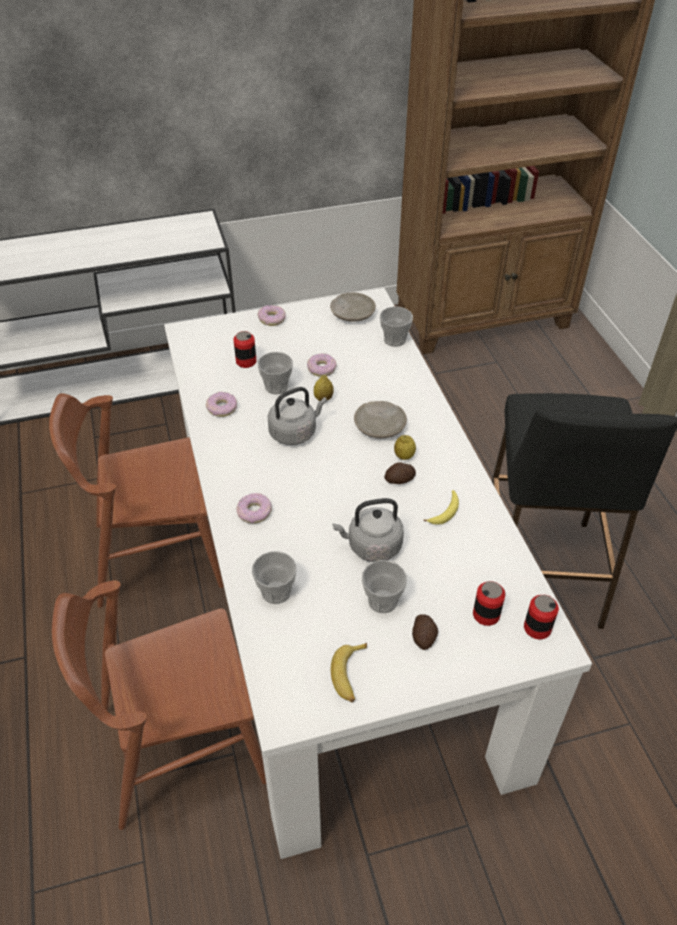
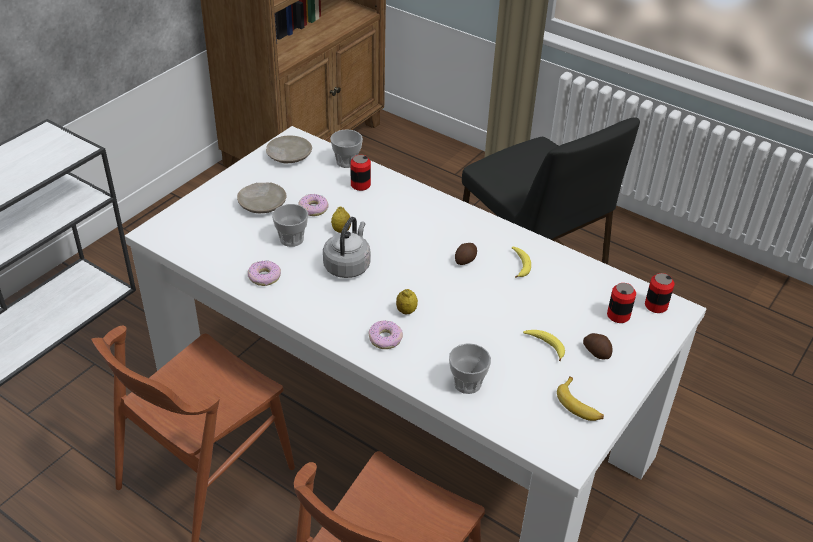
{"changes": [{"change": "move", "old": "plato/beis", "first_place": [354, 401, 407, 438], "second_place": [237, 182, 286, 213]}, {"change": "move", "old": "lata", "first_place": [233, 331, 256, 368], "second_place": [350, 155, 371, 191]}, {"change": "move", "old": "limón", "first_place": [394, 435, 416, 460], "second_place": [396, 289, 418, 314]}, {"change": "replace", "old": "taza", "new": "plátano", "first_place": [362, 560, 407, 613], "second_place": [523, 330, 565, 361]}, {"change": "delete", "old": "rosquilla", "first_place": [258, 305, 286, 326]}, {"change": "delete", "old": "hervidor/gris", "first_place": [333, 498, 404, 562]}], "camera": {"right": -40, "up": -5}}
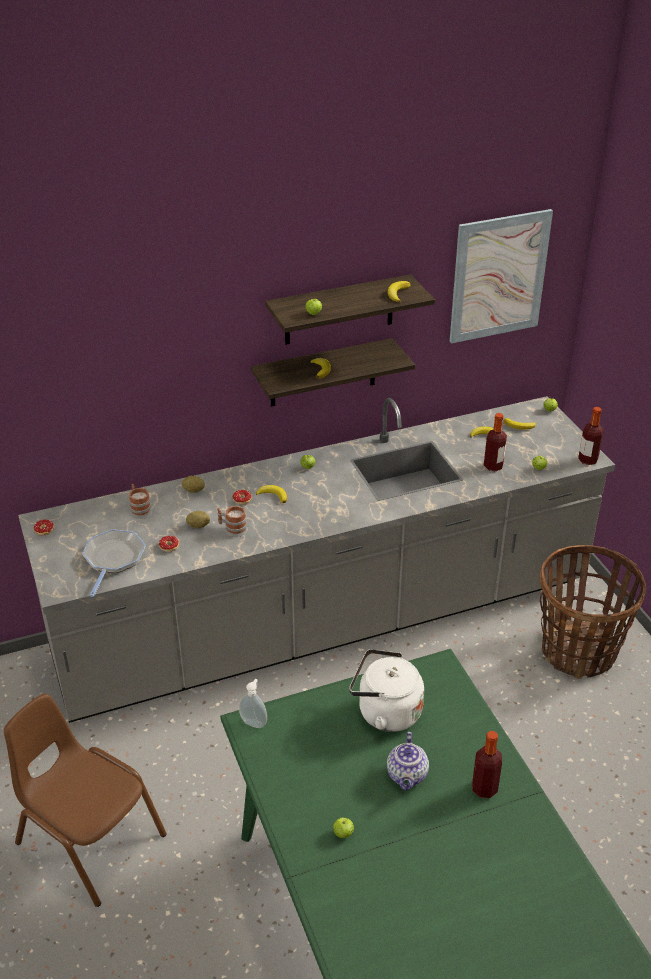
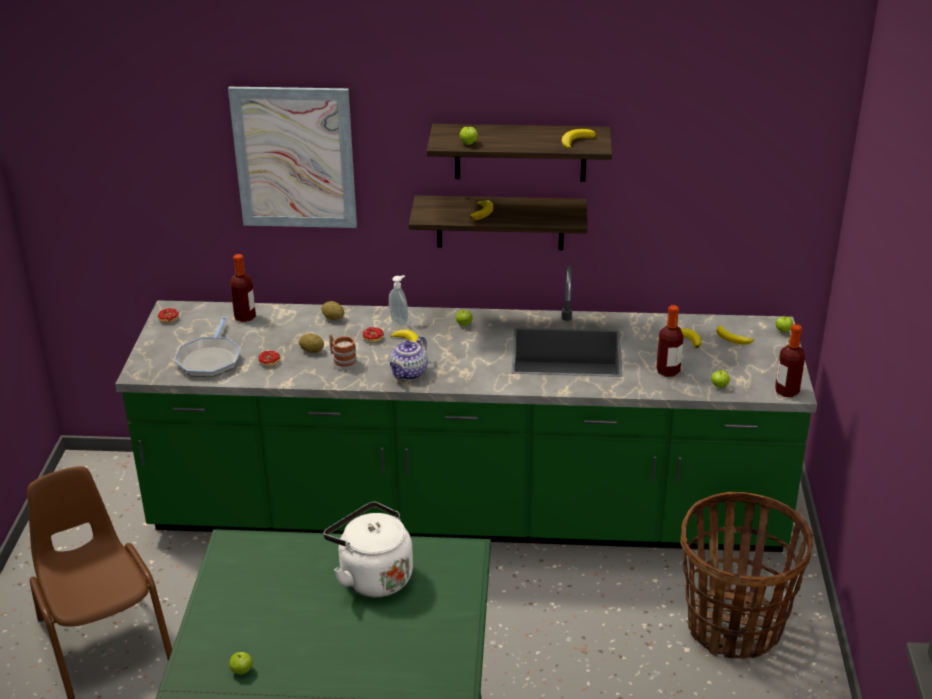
{"changes": [{"change": "recolor", "old": "mueble bajo de cocina/gris", "new": "mueble bajo de cocina/verde", "first_place": [18, 396, 615, 723], "second_place": [115, 266, 817, 552]}, {"change": "rotate", "old": "sartén", "first_place": [82, 529, 146, 597], "second_place": [174, 317, 241, 377], "degrees": 150}, {"change": "move", "old": "cuadro", "first_place": [450, 209, 553, 343], "second_place": [228, 87, 357, 228]}, {"change": "move", "old": "botella", "first_place": [472, 731, 502, 798], "second_place": [230, 254, 256, 322]}, {"change": "move", "old": "dispensador de jabón", "first_place": [239, 679, 267, 728], "second_place": [389, 275, 408, 325]}, {"change": "move", "old": "tetera", "first_place": [387, 732, 429, 791], "second_place": [390, 336, 428, 380]}, {"change": "delete", "old": "taza grande", "first_place": [129, 484, 152, 519]}], "camera": {"right": 25, "up": -5}}
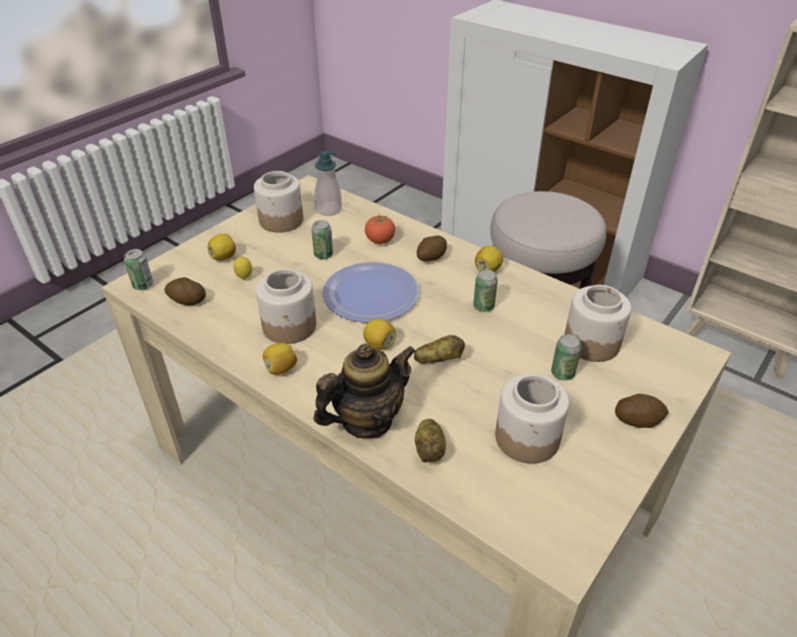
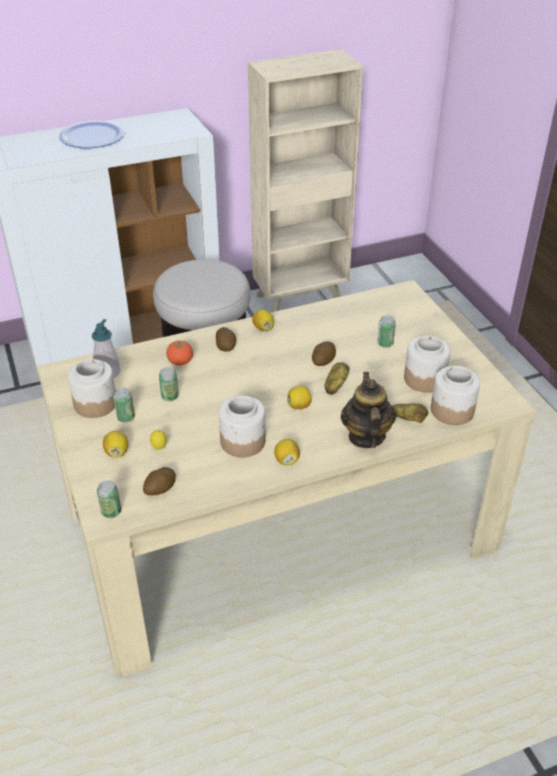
{"changes": [{"change": "move", "old": "plato", "first_place": [322, 262, 420, 322], "second_place": [59, 121, 125, 148]}, {"change": "move", "old": "lata", "first_place": [473, 270, 498, 312], "second_place": [113, 388, 135, 422]}, {"change": "move", "old": "patata", "first_place": [615, 394, 668, 428], "second_place": [312, 341, 336, 366]}, {"change": "move", "old": "tarro", "first_place": [564, 285, 631, 362], "second_place": [431, 366, 480, 425]}], "camera": {"right": -60, "up": 0}}
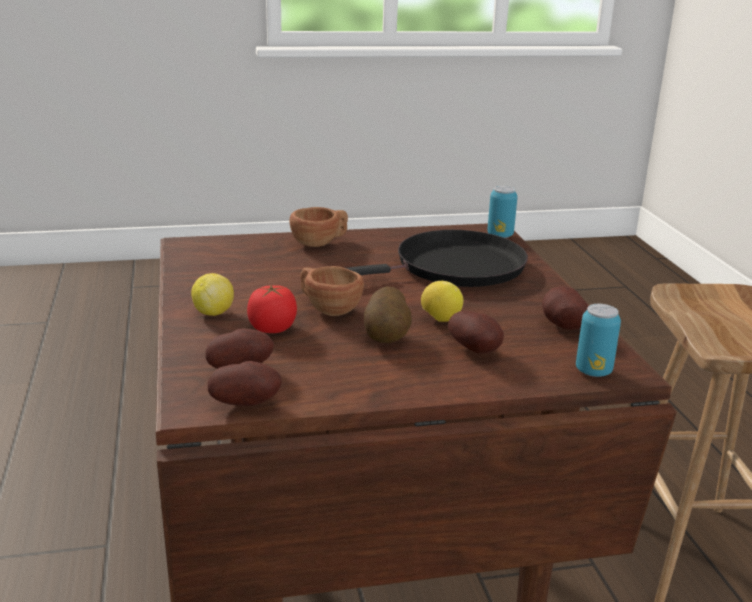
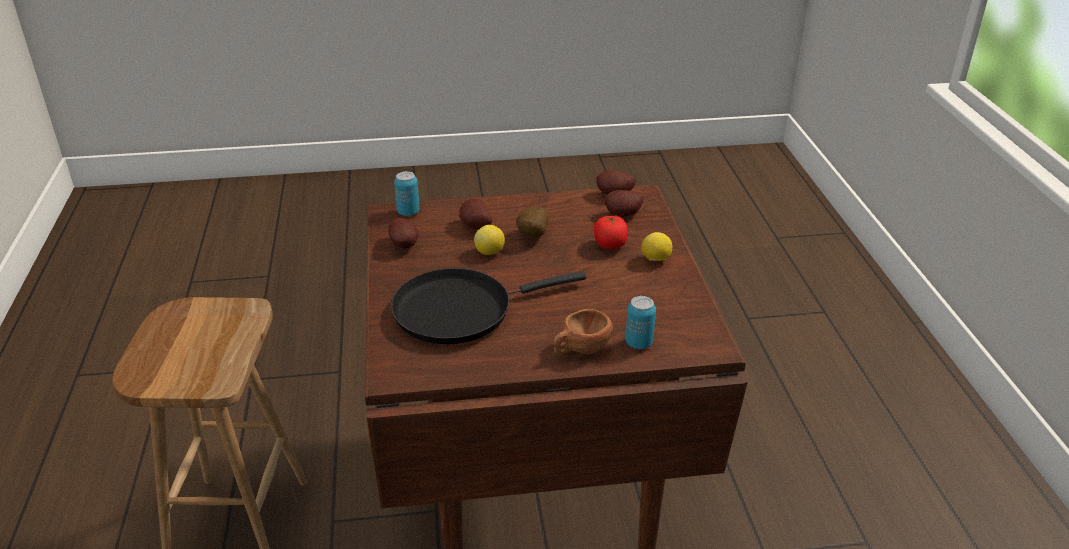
{"changes": [{"change": "move", "old": "lata", "first_place": [487, 186, 518, 238], "second_place": [626, 296, 656, 349]}, {"change": "delete", "old": "taza/marrón", "first_place": [300, 266, 364, 316]}], "camera": {"right": -175, "up": 10}}
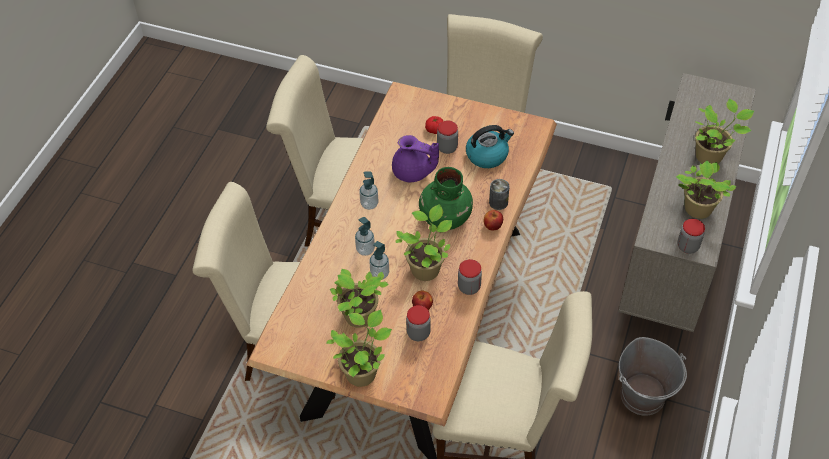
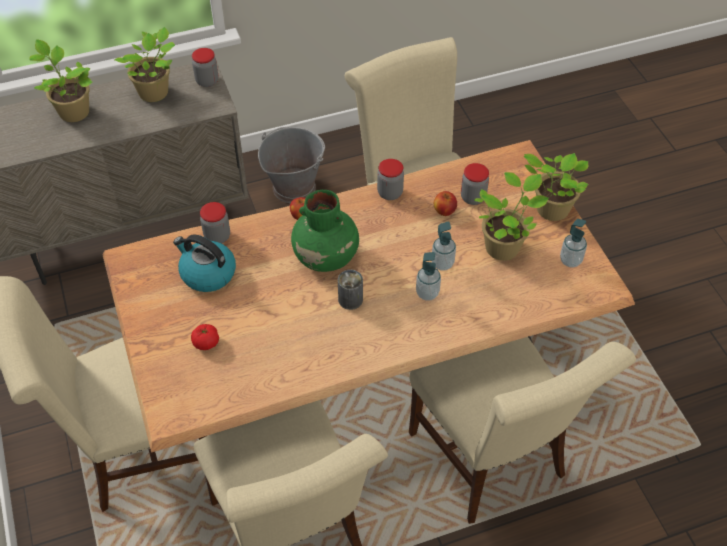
{"changes": [{"change": "move", "old": "tarro", "first_place": [437, 120, 458, 154], "second_place": [200, 202, 230, 244]}, {"change": "move", "old": "lata", "first_place": [489, 179, 510, 210], "second_place": [338, 270, 363, 310]}, {"change": "move", "old": "dispensador de jabón", "first_place": [359, 172, 379, 210], "second_place": [560, 219, 587, 267]}, {"change": "delete", "old": "tetera/morado", "first_place": [392, 135, 439, 182]}, {"change": "delete", "old": "planta en maceta", "first_place": [395, 204, 452, 281]}], "camera": {"right": -130, "up": 0}}
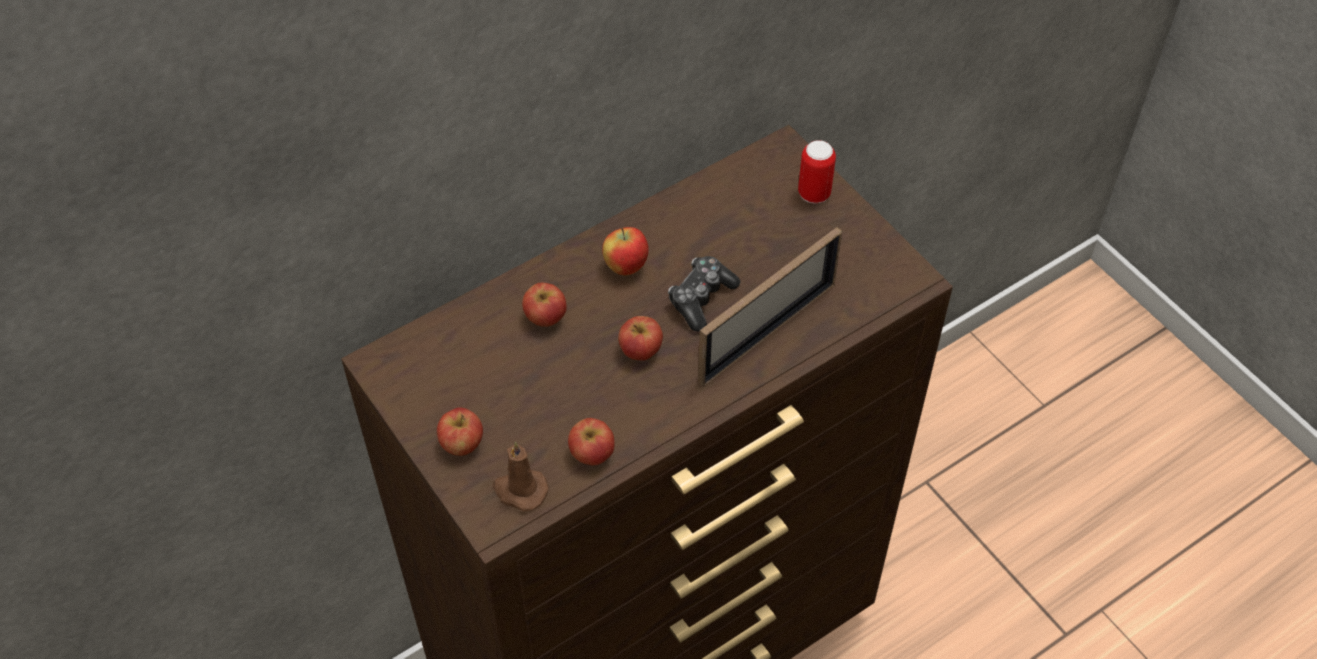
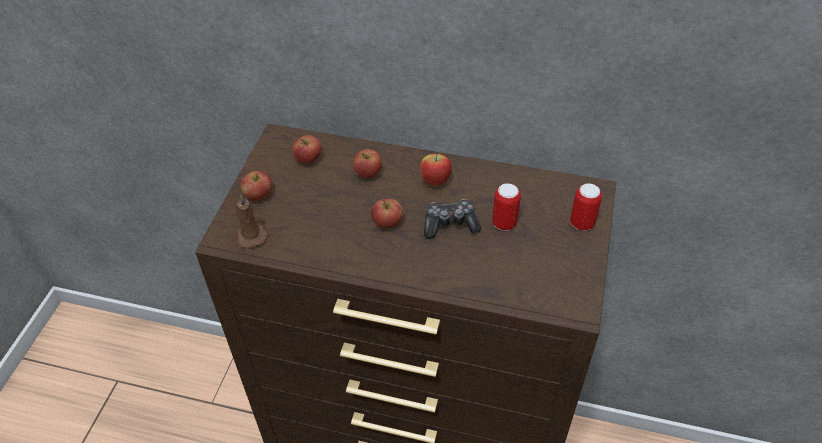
{"changes": [{"change": "move", "old": "manzana", "first_place": [568, 418, 615, 465], "second_place": [292, 135, 321, 164]}, {"change": "insert", "new": "lata", "second_place": [492, 183, 521, 231]}, {"change": "delete", "old": "portarretratos", "first_place": [698, 227, 842, 387]}], "camera": {"right": 50, "up": -5}}
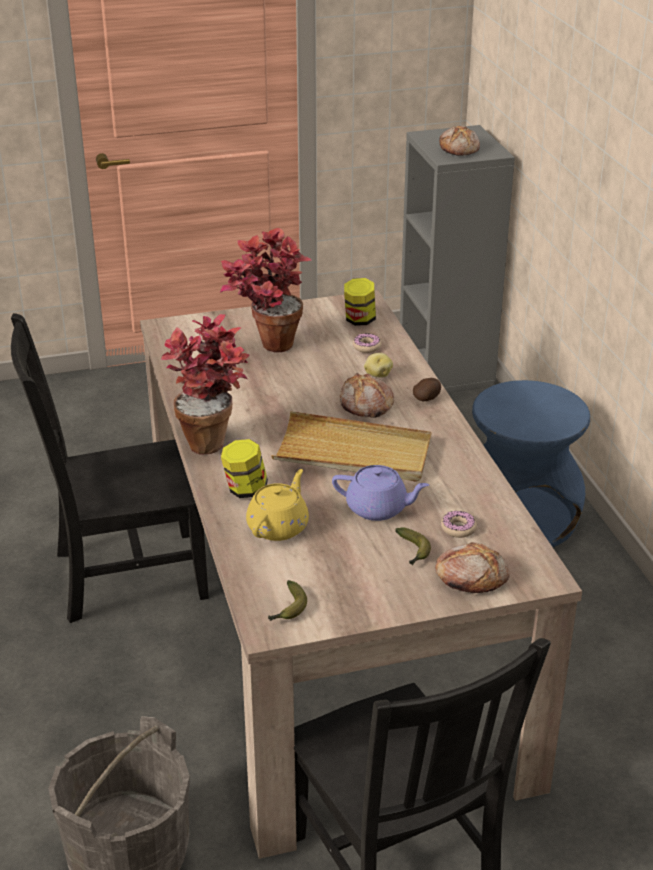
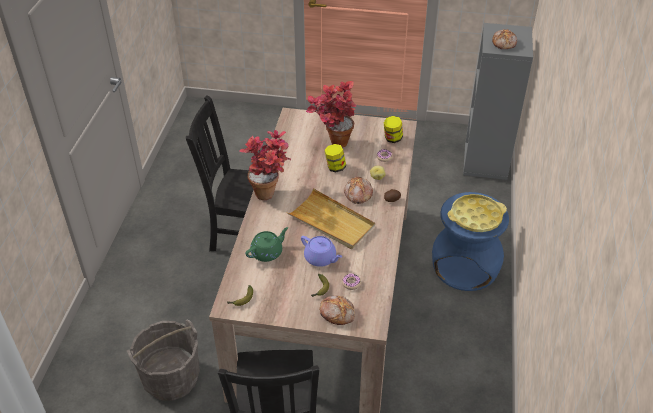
{"changes": [{"change": "recolor", "old": "tetera/amarillo", "new": "tetera/verde", "first_place": [246, 469, 309, 541], "second_place": [245, 227, 288, 262]}, {"change": "move", "old": "tarro", "first_place": [221, 439, 268, 498], "second_place": [324, 144, 346, 172]}, {"change": "insert", "new": "bandeja/amarillo", "second_place": [447, 194, 507, 232]}], "camera": {"right": 25, "up": 10}}
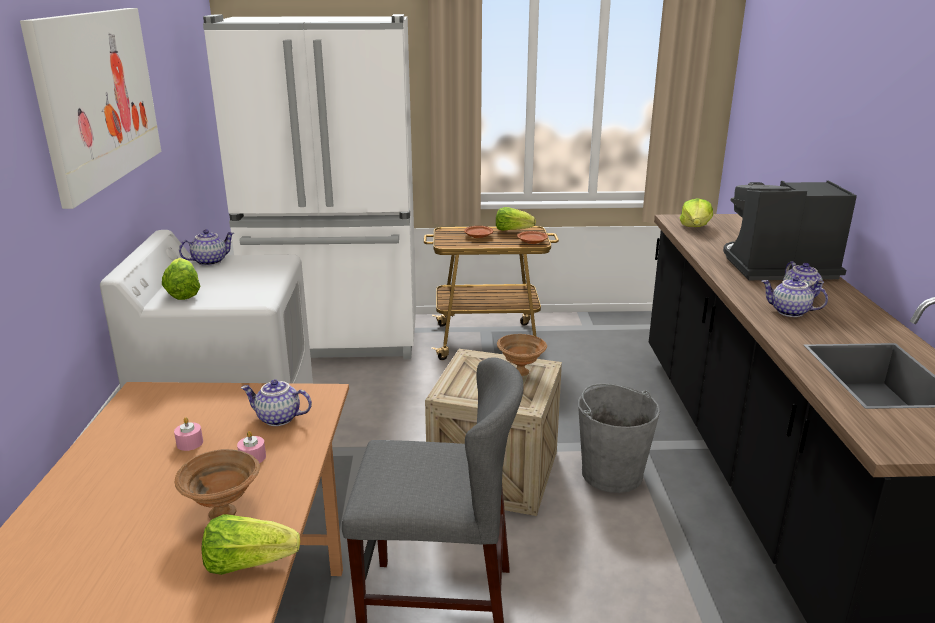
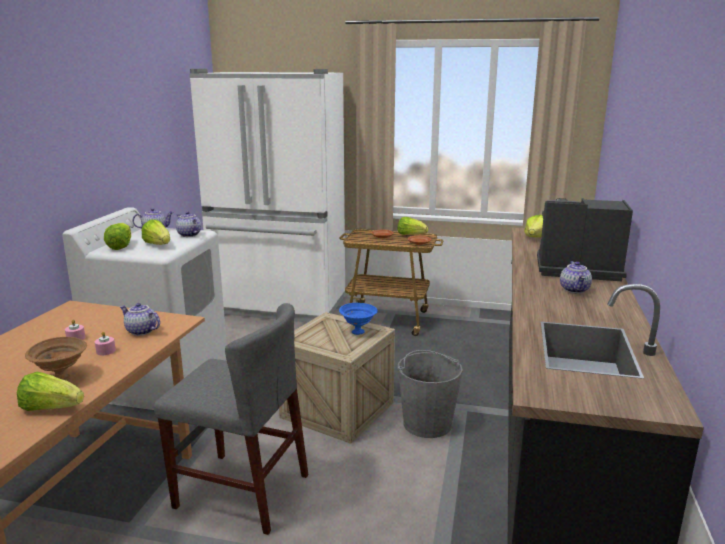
{"changes": [{"change": "insert", "new": "lechuga", "second_place": [142, 220, 170, 245]}, {"change": "move", "old": "tetera", "first_place": [761, 277, 828, 317], "second_place": [176, 211, 201, 237]}, {"change": "recolor", "old": "cuenco/marrón", "new": "cuenco/azul", "first_place": [497, 334, 547, 376], "second_place": [339, 303, 378, 335]}, {"change": "delete", "old": "cuadro", "first_place": [20, 8, 161, 209]}], "camera": {"right": 15, "up": -5}}
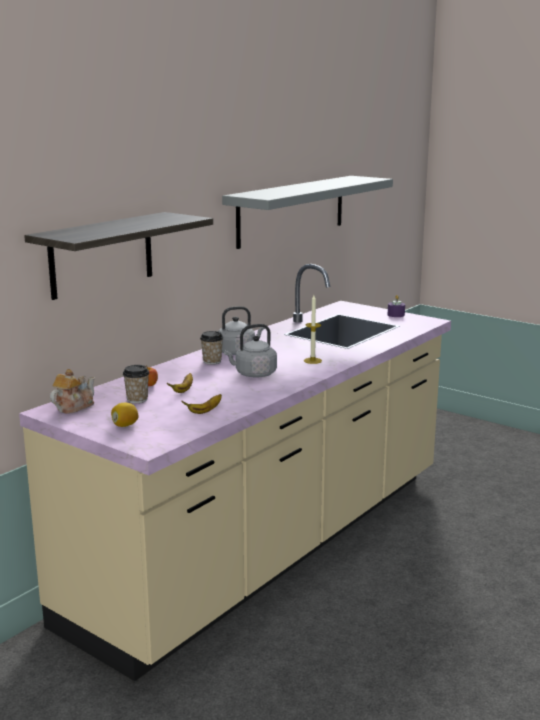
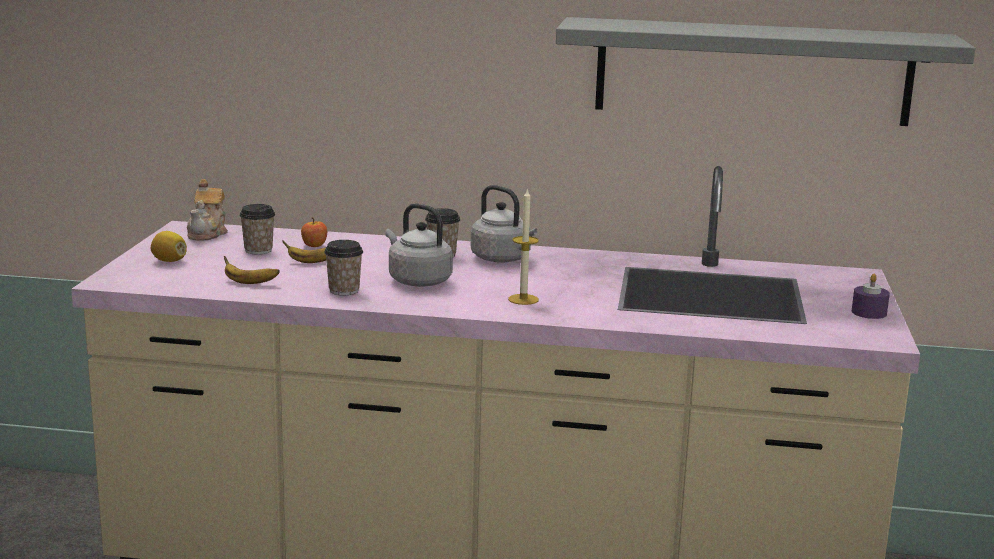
{"changes": [{"change": "rotate", "old": "tetera", "first_place": [50, 369, 95, 414], "second_place": [187, 179, 228, 241], "degrees": 90}, {"change": "insert", "new": "taza", "second_place": [324, 240, 363, 295]}, {"change": "delete", "old": "estante", "first_place": [24, 212, 213, 300]}], "camera": {"right": 60, "up": 0}}
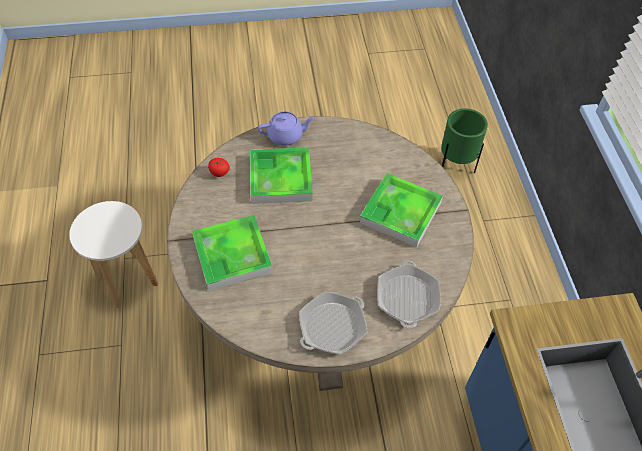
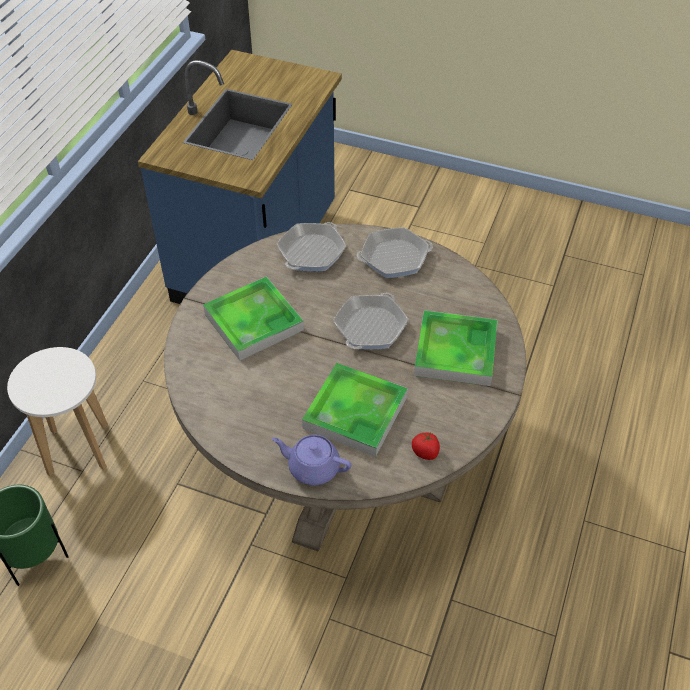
{"changes": [{"change": "move", "old": "taburete/blanco", "first_place": [69, 201, 158, 308], "second_place": [7, 347, 108, 476]}, {"change": "insert", "new": "sartén", "second_place": [333, 293, 409, 349]}], "camera": {"right": -150, "up": -5}}
